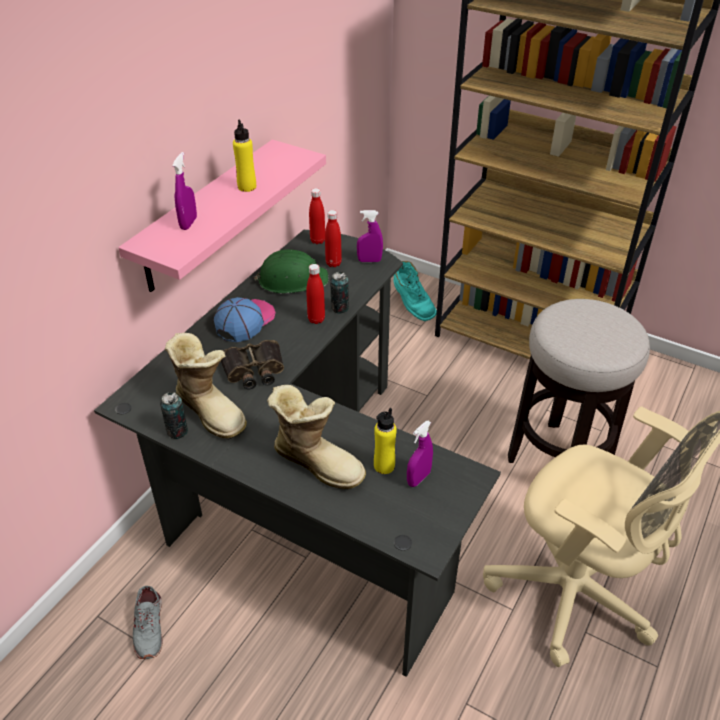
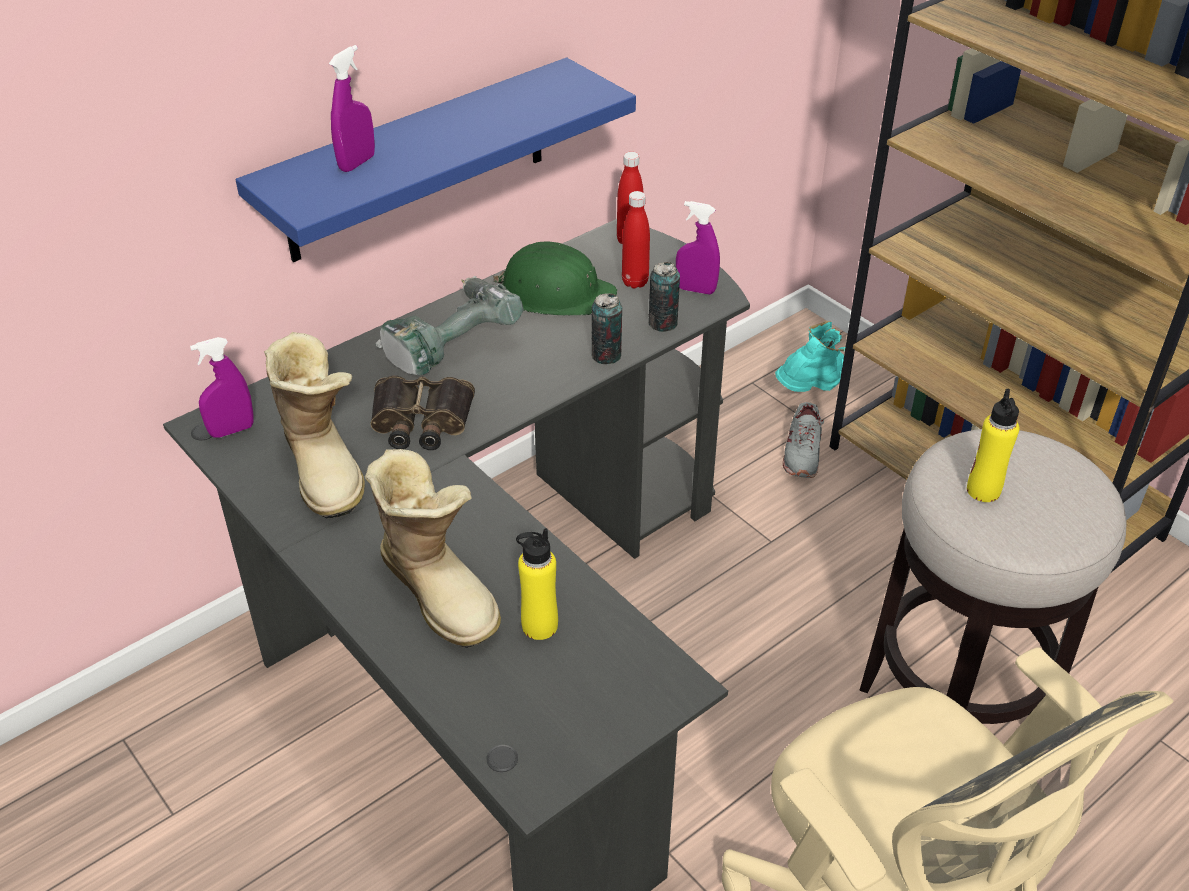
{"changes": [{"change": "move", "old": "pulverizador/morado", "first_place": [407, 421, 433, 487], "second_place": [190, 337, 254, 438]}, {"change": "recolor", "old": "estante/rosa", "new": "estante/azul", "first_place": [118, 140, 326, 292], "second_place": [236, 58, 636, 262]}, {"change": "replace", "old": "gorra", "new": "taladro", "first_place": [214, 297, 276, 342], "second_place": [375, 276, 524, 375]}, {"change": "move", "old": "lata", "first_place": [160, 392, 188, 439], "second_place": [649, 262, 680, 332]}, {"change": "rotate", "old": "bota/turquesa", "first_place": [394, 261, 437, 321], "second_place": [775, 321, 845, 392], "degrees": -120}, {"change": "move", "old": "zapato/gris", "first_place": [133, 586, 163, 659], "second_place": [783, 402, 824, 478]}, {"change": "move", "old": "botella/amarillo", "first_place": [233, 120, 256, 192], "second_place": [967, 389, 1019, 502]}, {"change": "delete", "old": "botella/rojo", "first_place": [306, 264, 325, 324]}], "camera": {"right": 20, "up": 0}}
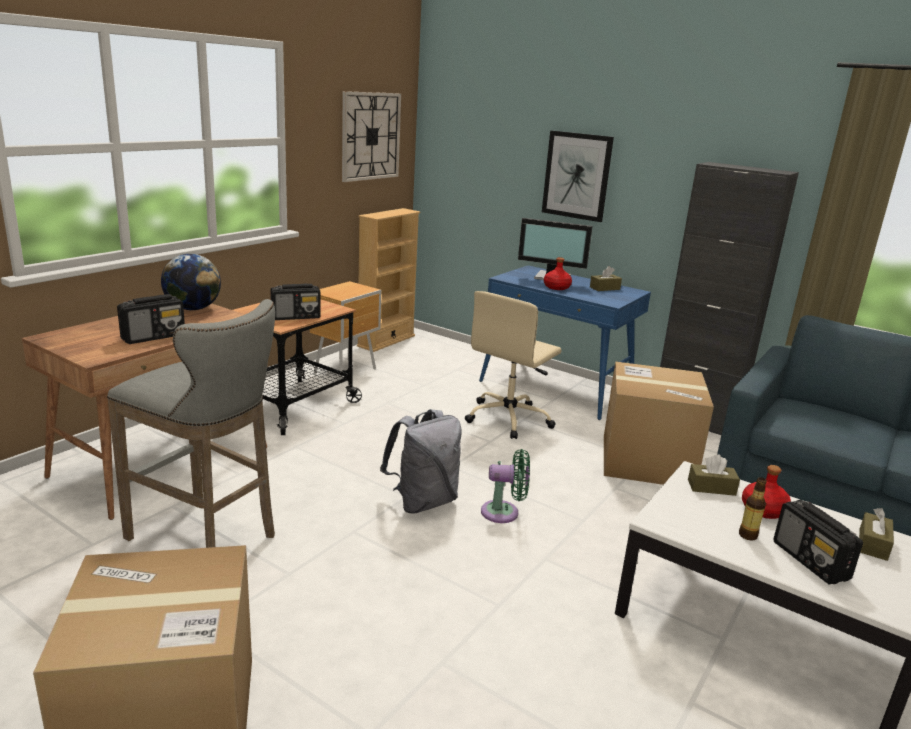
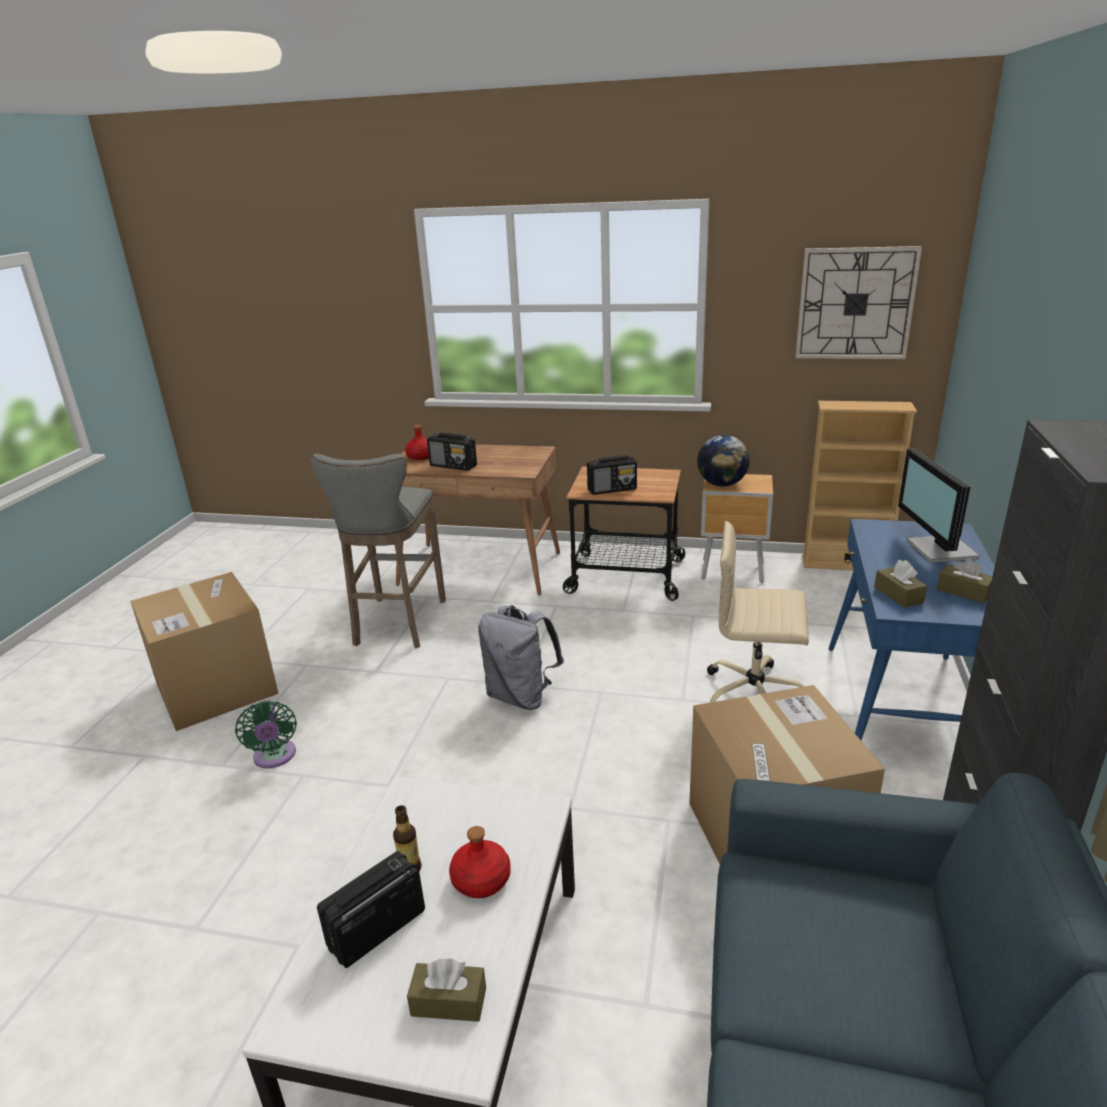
{"changes": [{"change": "move", "old": "ventilador/verde", "first_place": [481, 449, 530, 523], "second_place": [235, 700, 297, 768]}, {"change": "move", "old": "botella/rojo", "first_place": [544, 257, 572, 290], "second_place": [405, 425, 429, 460]}, {"change": "rotate", "old": "radio", "first_place": [270, 284, 321, 320], "second_place": [587, 455, 637, 495], "degrees": -60}, {"change": "move", "old": "globo terráqueo", "first_place": [161, 254, 221, 310], "second_place": [697, 435, 750, 487]}, {"change": "move", "old": "caja de pañuelos/marrón", "first_place": [688, 454, 740, 496], "second_place": [874, 560, 927, 608]}, {"change": "delete", "old": "cuadro", "first_place": [542, 131, 614, 222]}], "camera": {"right": 70, "up": 5}}
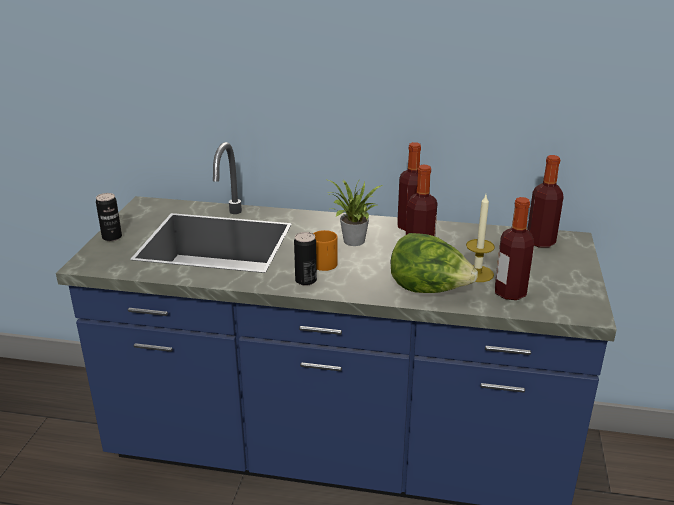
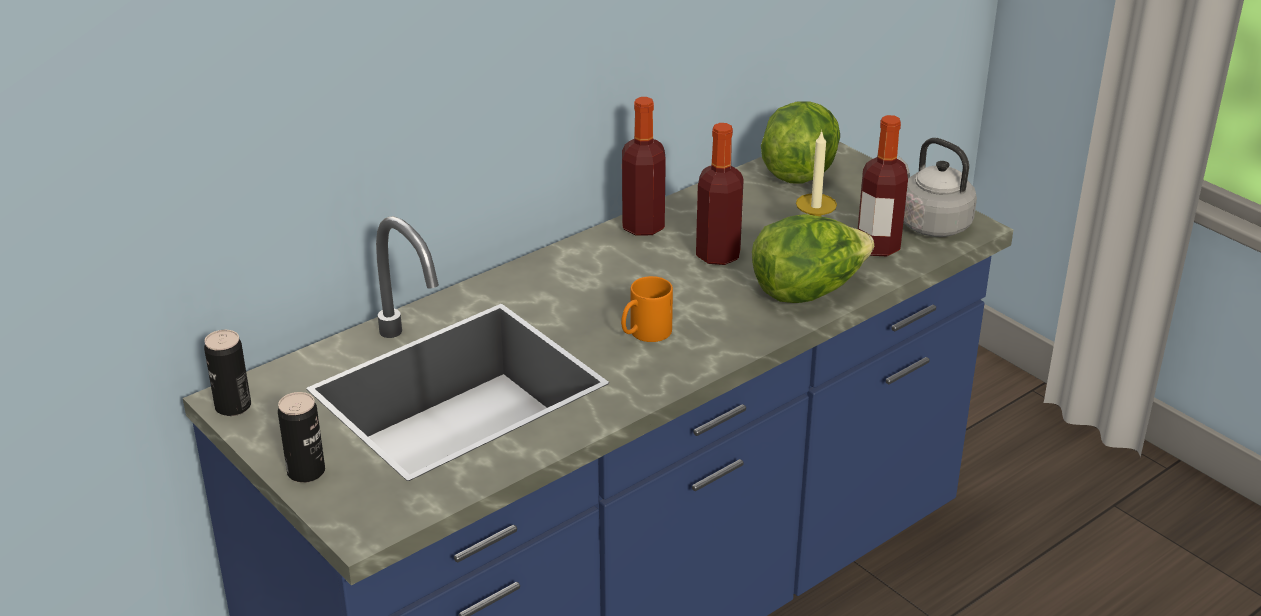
{"changes": [{"change": "move", "old": "lata", "first_place": [294, 232, 317, 286], "second_place": [204, 330, 251, 416]}, {"change": "replace", "old": "botella", "new": "lechuga", "first_place": [527, 155, 564, 247], "second_place": [761, 101, 840, 184]}, {"change": "insert", "new": "hervidor/gris", "second_place": [897, 138, 977, 237]}, {"change": "delete", "old": "planta en maceta", "first_place": [328, 180, 382, 246]}], "camera": {"right": -50, "up": 5}}
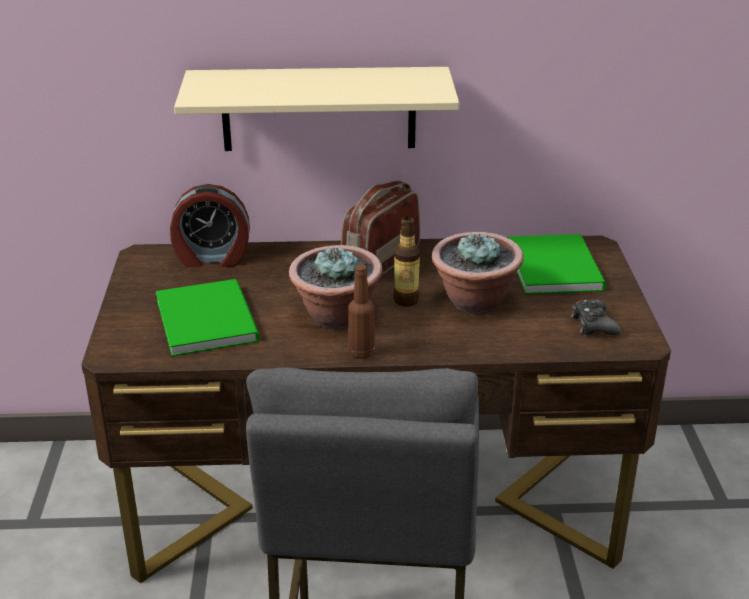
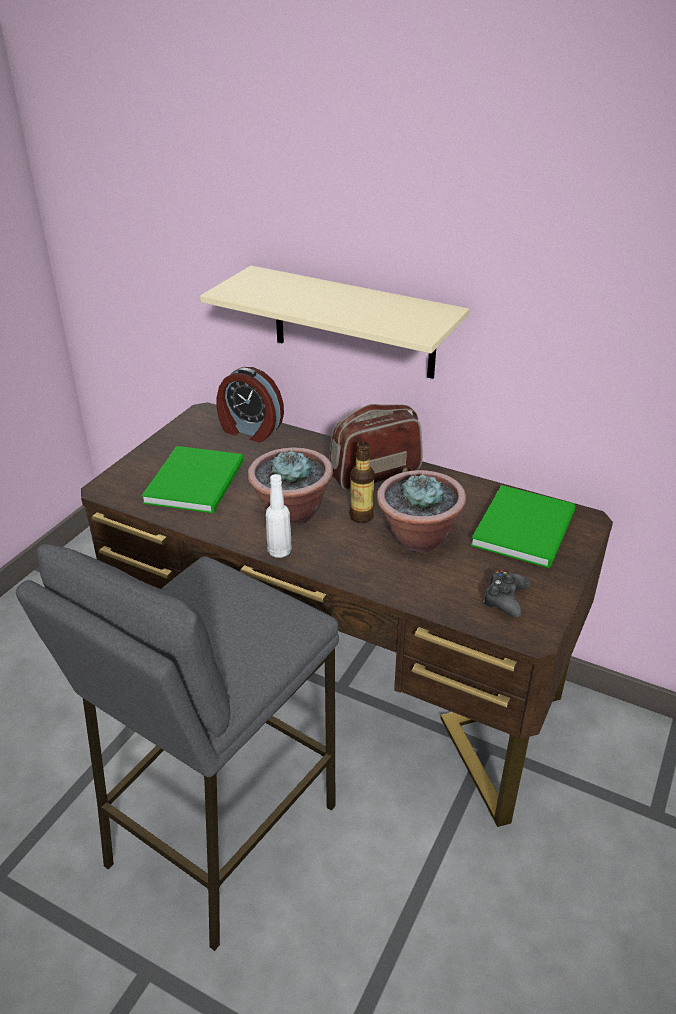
{"changes": [{"change": "recolor", "old": "botella/marrón", "new": "botella/blanco", "first_place": [348, 264, 375, 359], "second_place": [266, 474, 292, 558]}], "camera": {"right": 30, "up": 5}}
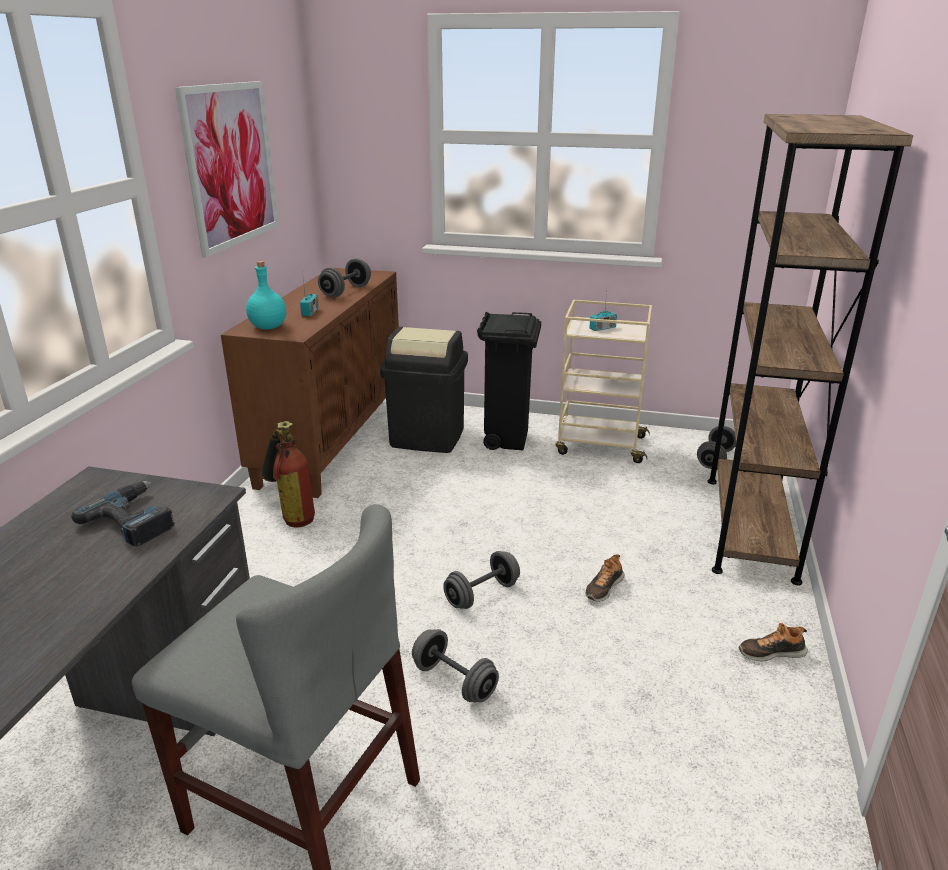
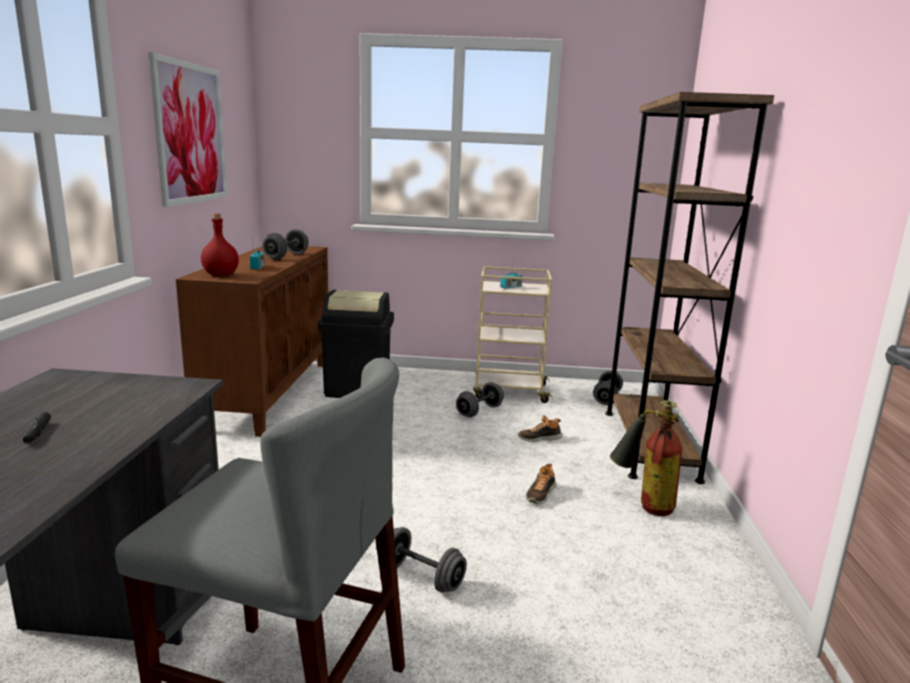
{"changes": [{"change": "insert", "new": "linterna/negro", "second_place": [23, 412, 51, 444]}, {"change": "recolor", "old": "botella/turquesa", "new": "botella/rojo", "first_place": [246, 261, 286, 330], "second_place": [201, 214, 239, 276]}, {"change": "move", "old": "mancuerna/gris", "first_place": [443, 551, 520, 609], "second_place": [456, 382, 504, 417]}, {"change": "move", "old": "zapato", "first_place": [739, 623, 808, 661], "second_place": [518, 415, 563, 442]}, {"change": "move", "old": "extintor", "first_place": [261, 421, 315, 527], "second_place": [610, 400, 682, 516]}, {"change": "delete", "old": "taladro", "first_place": [71, 481, 175, 547]}, {"change": "delete", "old": "papelera/negro", "first_place": [477, 312, 541, 450]}], "camera": {"right": -10, "up": -10}}
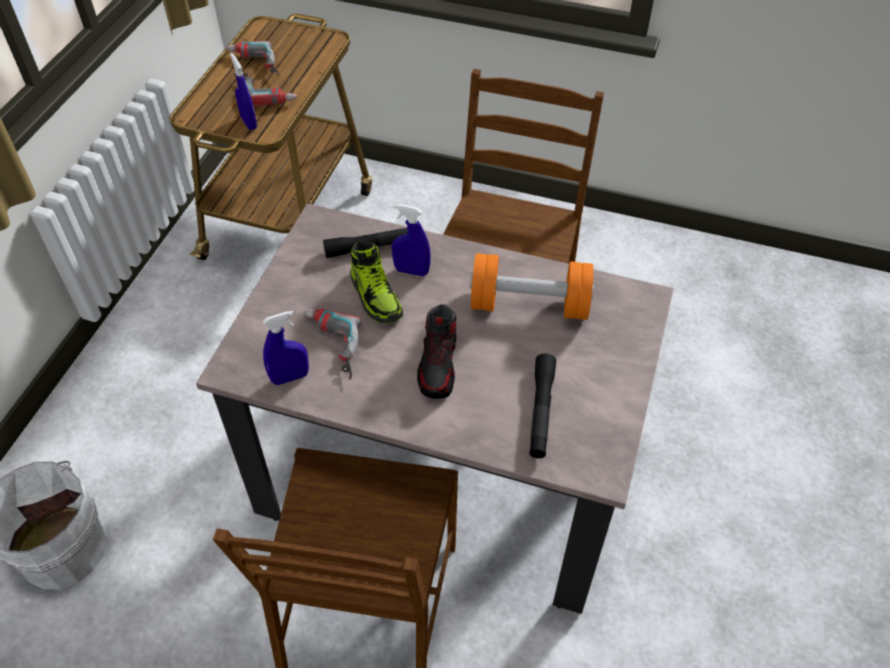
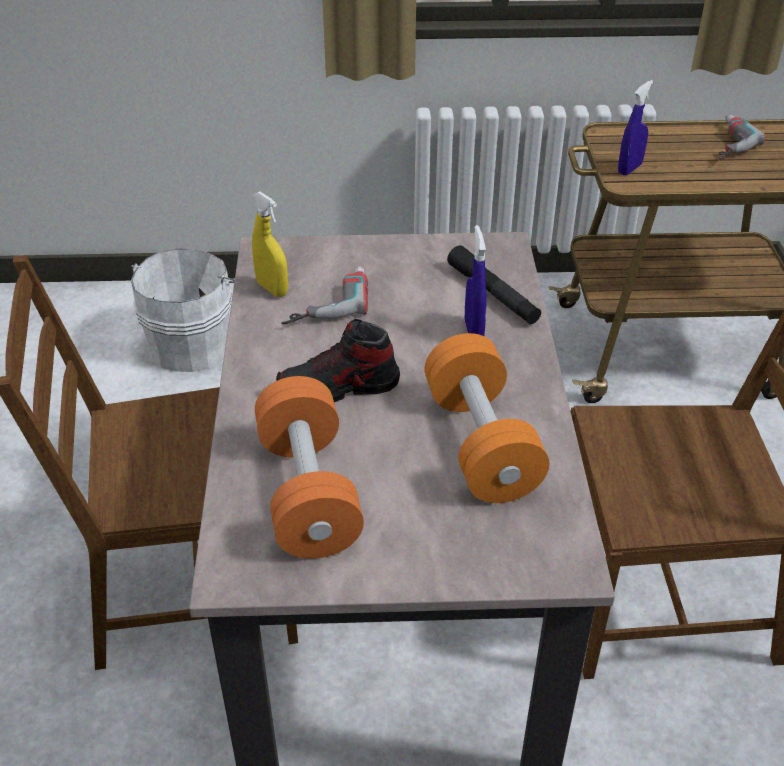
{"changes": [{"change": "recolor", "old": "pulverizador/azul", "new": "pulverizador/amarillo", "first_place": [262, 311, 309, 385], "second_place": [252, 192, 288, 297]}, {"change": "replace", "old": "linterna/negro", "new": "mancuerna/naranja", "first_place": [529, 354, 556, 458], "second_place": [255, 376, 364, 559]}, {"change": "delete", "old": "taladro", "first_place": [243, 73, 297, 106]}, {"change": "delete", "old": "zapato", "first_place": [350, 240, 403, 323]}], "camera": {"right": 70, "up": -10}}
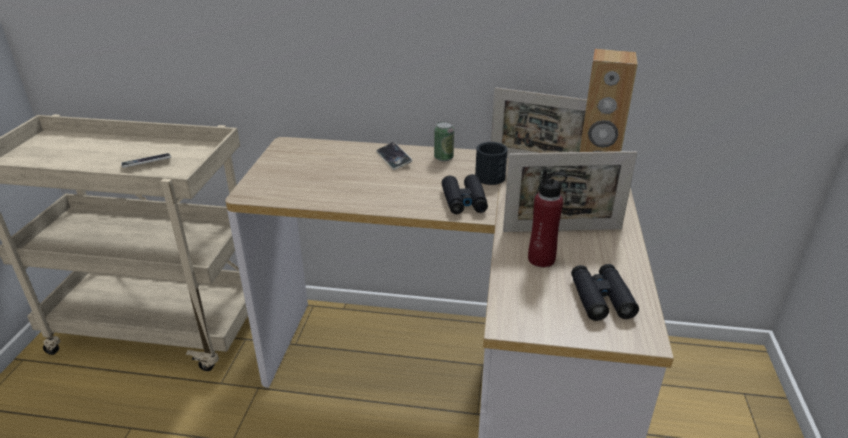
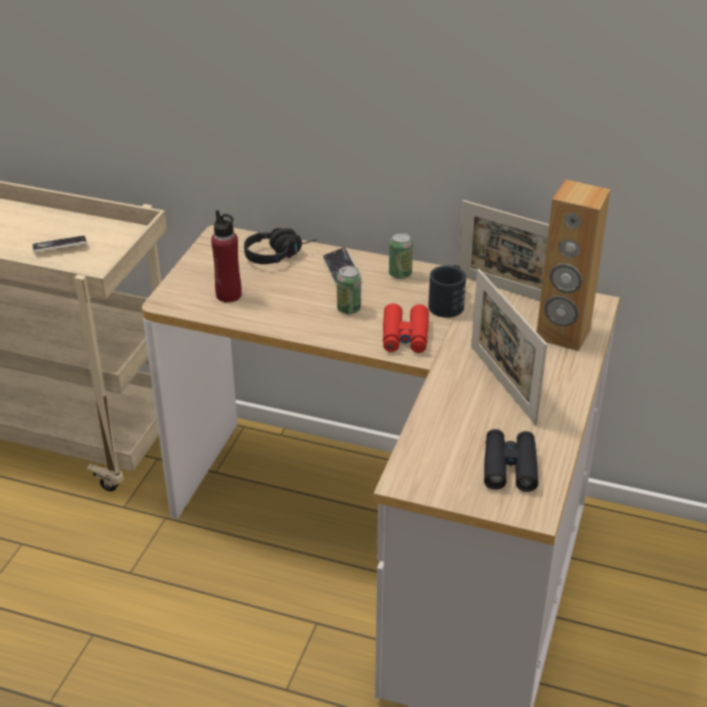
{"changes": [{"change": "move", "old": "botella/rojo", "first_place": [528, 169, 567, 267], "second_place": [211, 210, 242, 302]}, {"change": "insert", "new": "auriculares/negro", "second_place": [244, 228, 317, 264]}, {"change": "insert", "new": "lata", "second_place": [337, 266, 361, 314]}, {"change": "recolor", "old": "prismáticos/negro", "new": "prismáticos/rojo", "first_place": [442, 174, 488, 214], "second_place": [383, 303, 429, 353]}, {"change": "rotate", "old": "portarretratos", "first_place": [503, 151, 637, 232], "second_place": [471, 269, 548, 425], "degrees": 60}], "camera": {"right": 10, "up": 5}}
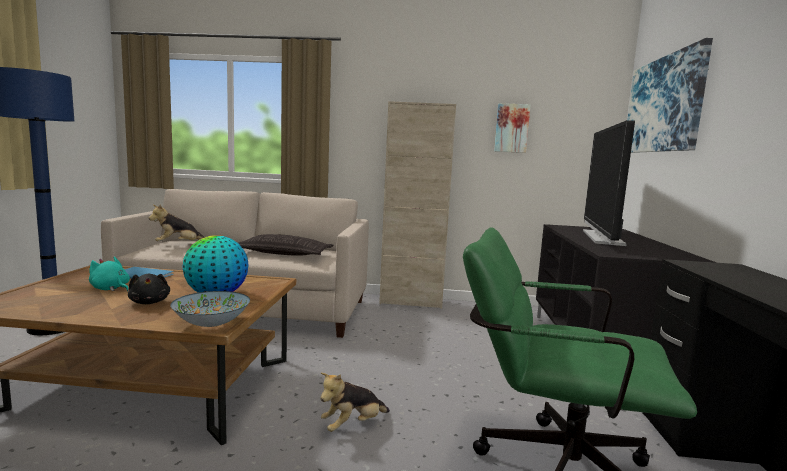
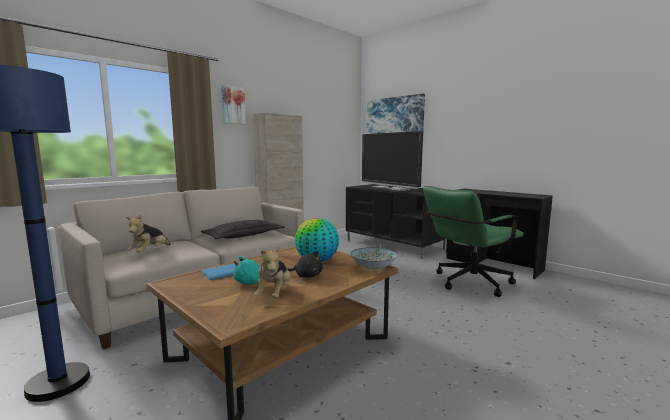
{"changes": [{"change": "move", "old": "cuadro", "first_place": [494, 103, 531, 153], "second_place": [221, 85, 246, 124]}, {"change": "move", "old": "peluche", "first_place": [320, 373, 390, 432], "second_place": [254, 245, 291, 299]}], "camera": {"right": -50, "up": 0}}
